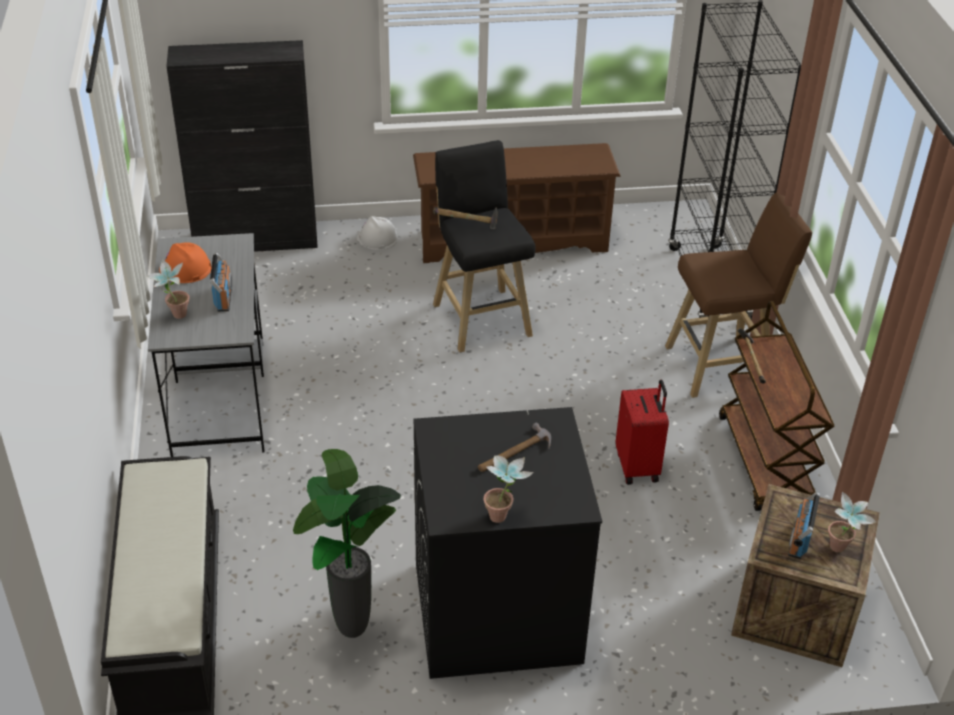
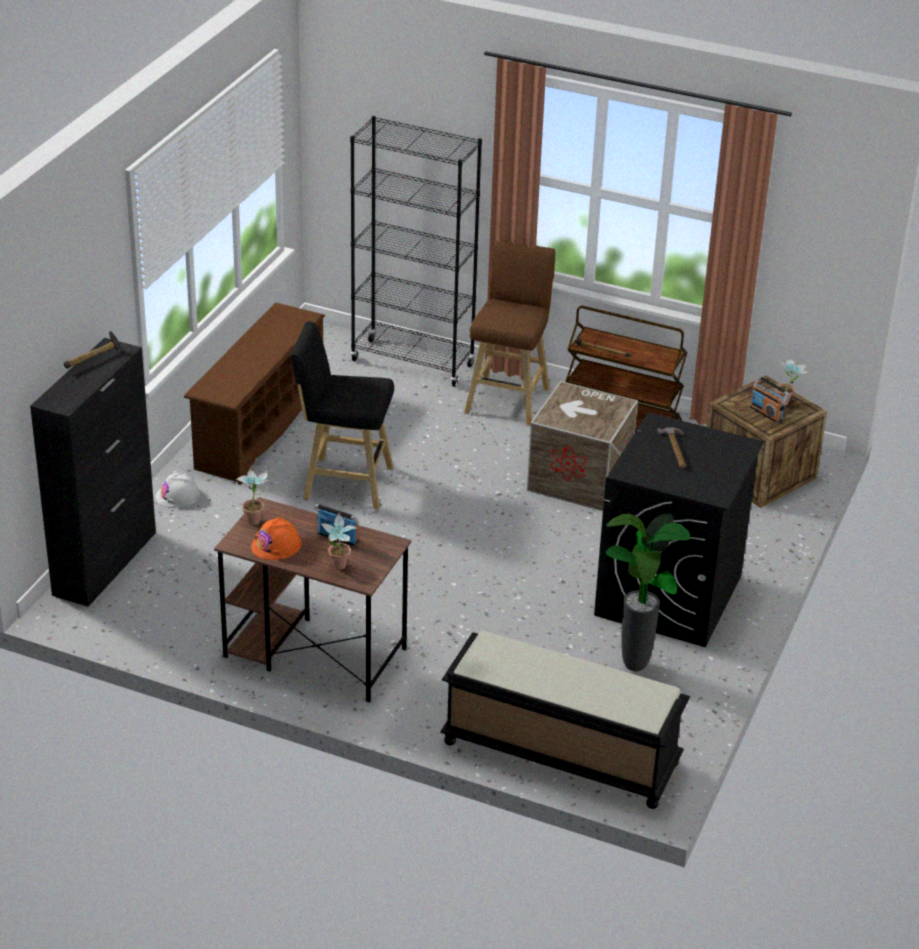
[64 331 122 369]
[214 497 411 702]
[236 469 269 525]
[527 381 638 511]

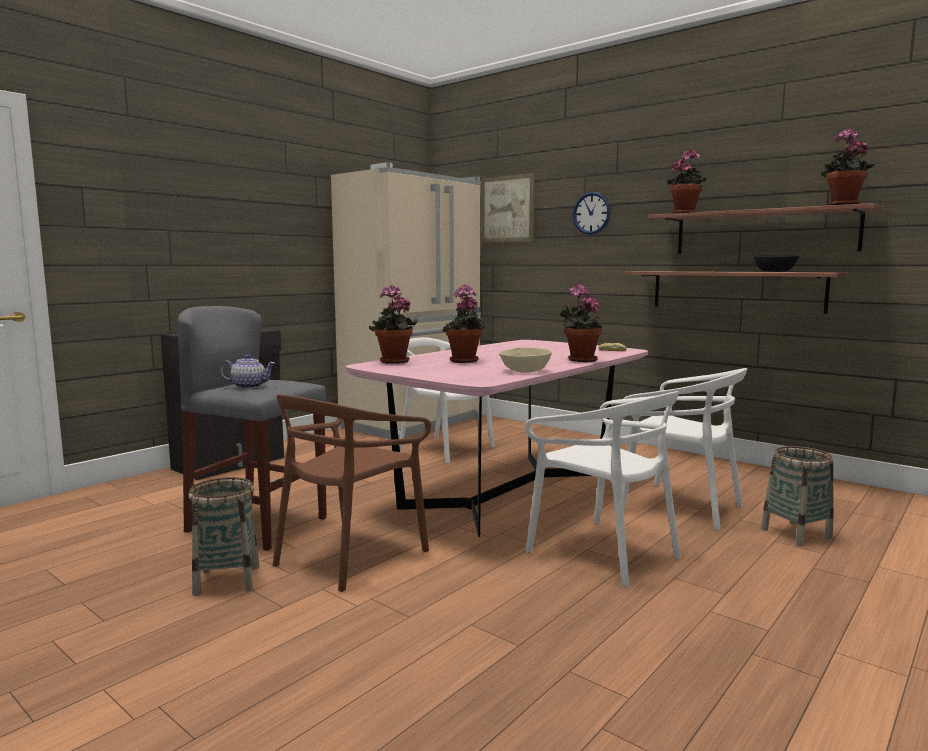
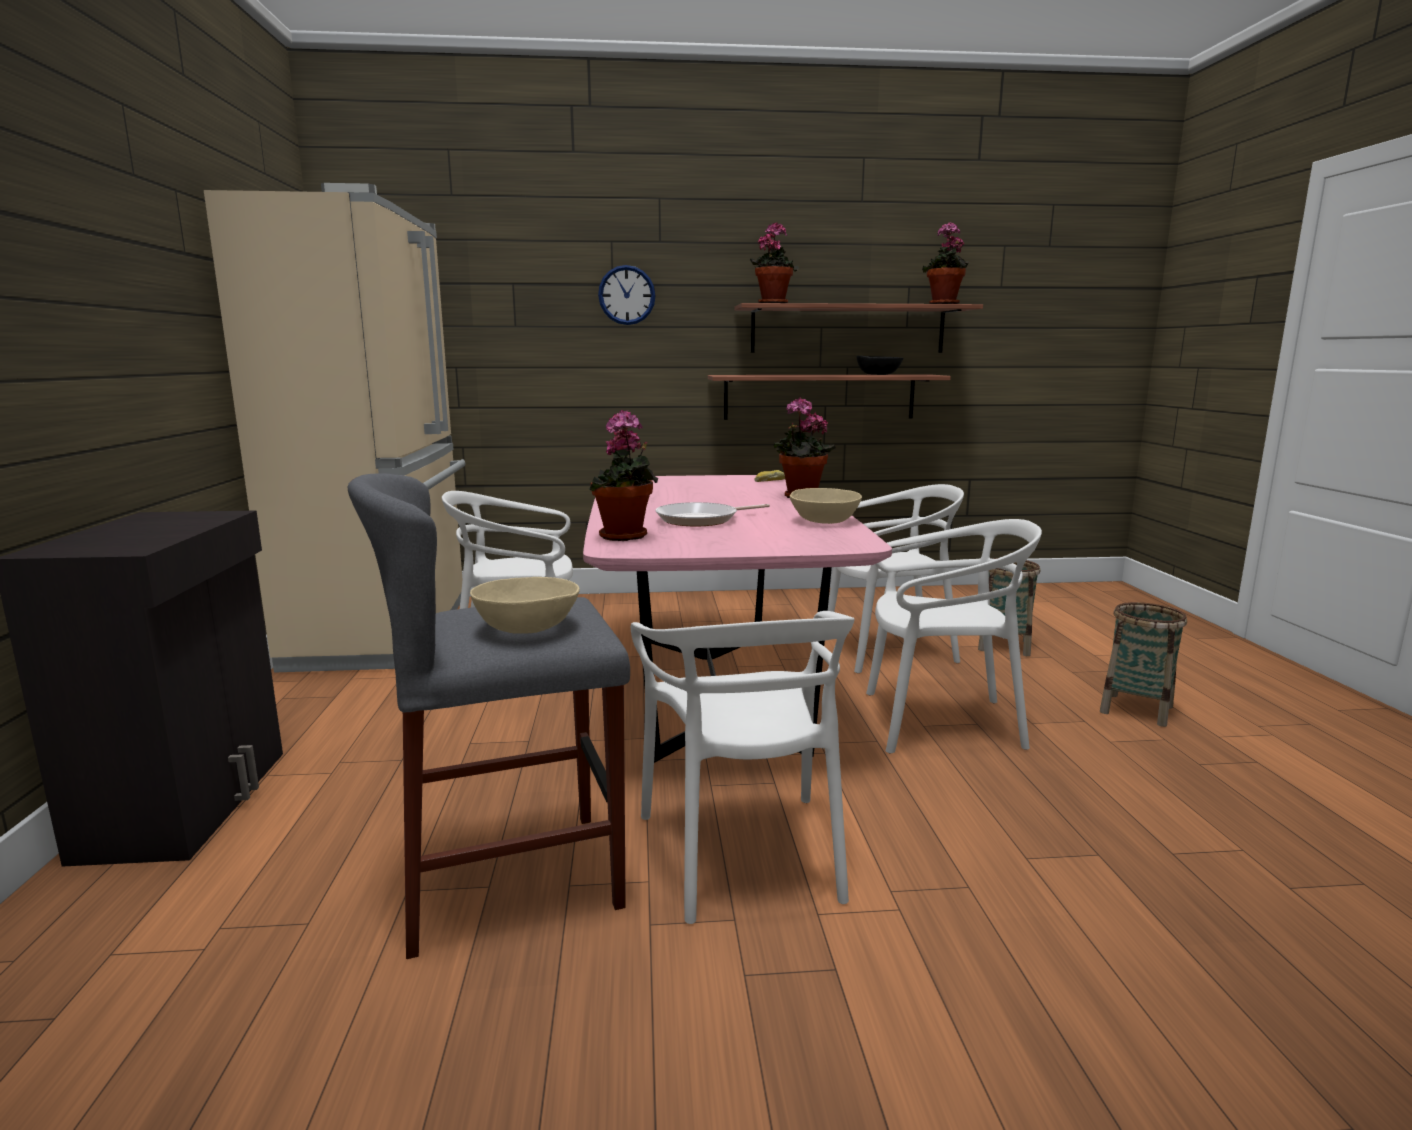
[470 577 580 633]
[631 611 855 924]
[655 502 770 526]
[1100 602 1187 727]
[481 173 535 243] (first image)

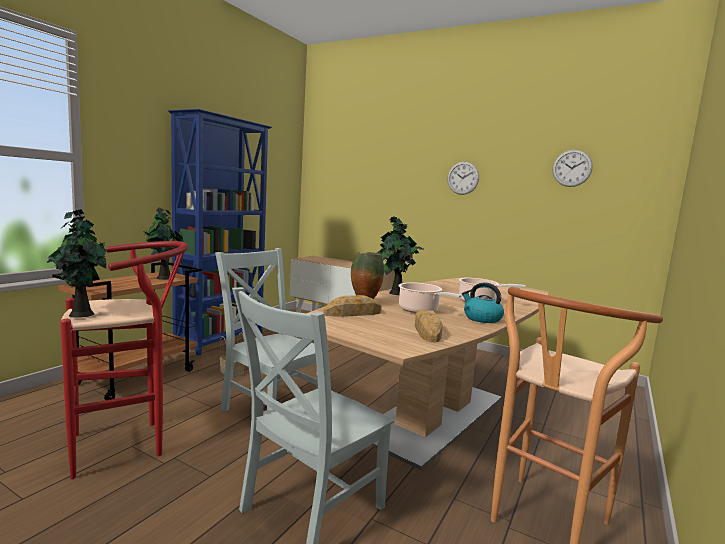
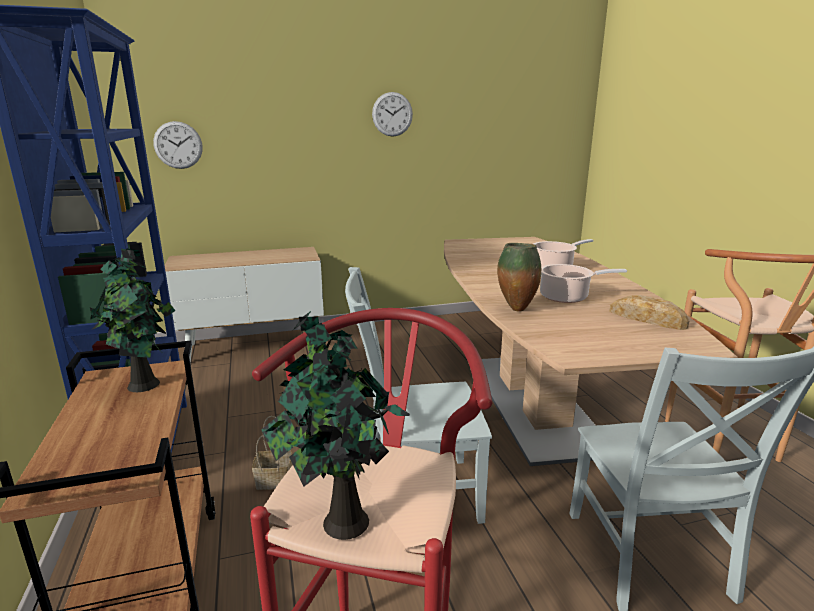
[153 121 203 169]
[324 295 382 317] (first image)
[377 217 424 295] (first image)
[462 282 504 323] (first image)

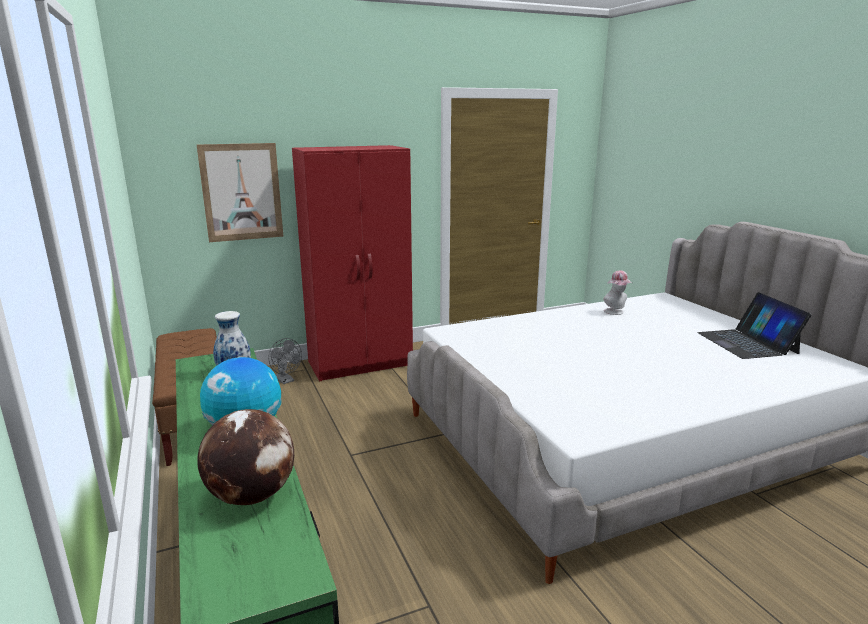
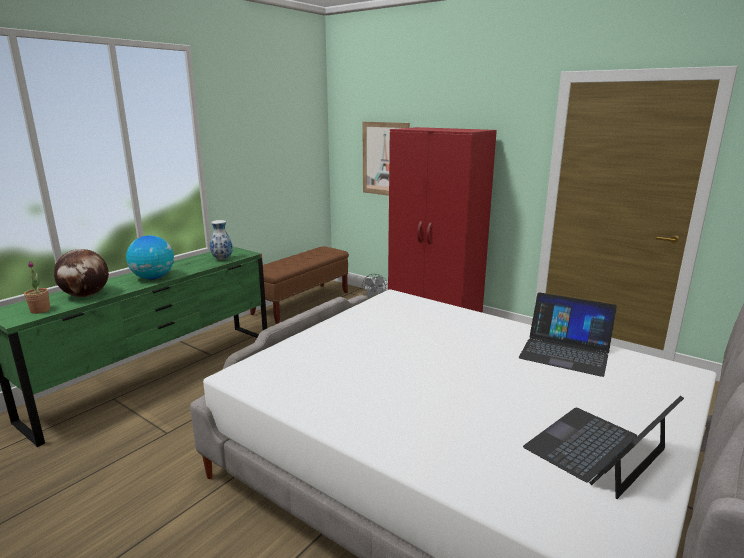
[24 261 50 314]
[519 292 617 377]

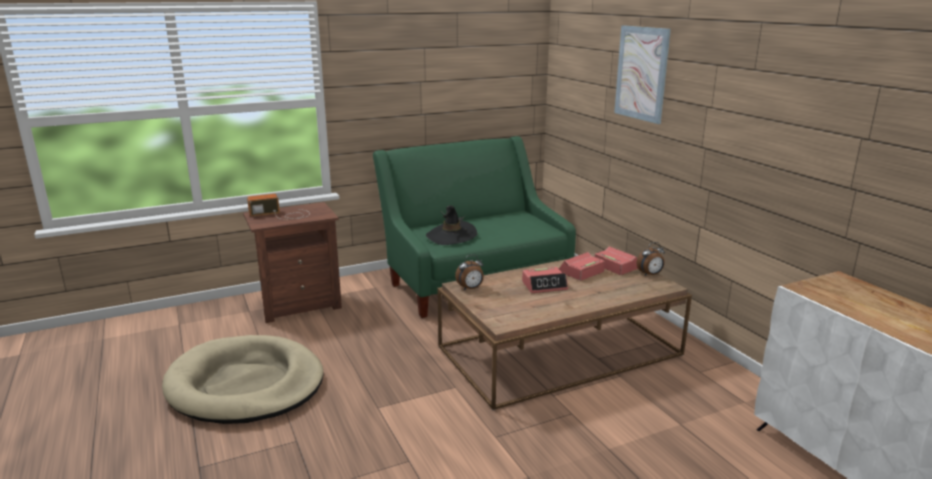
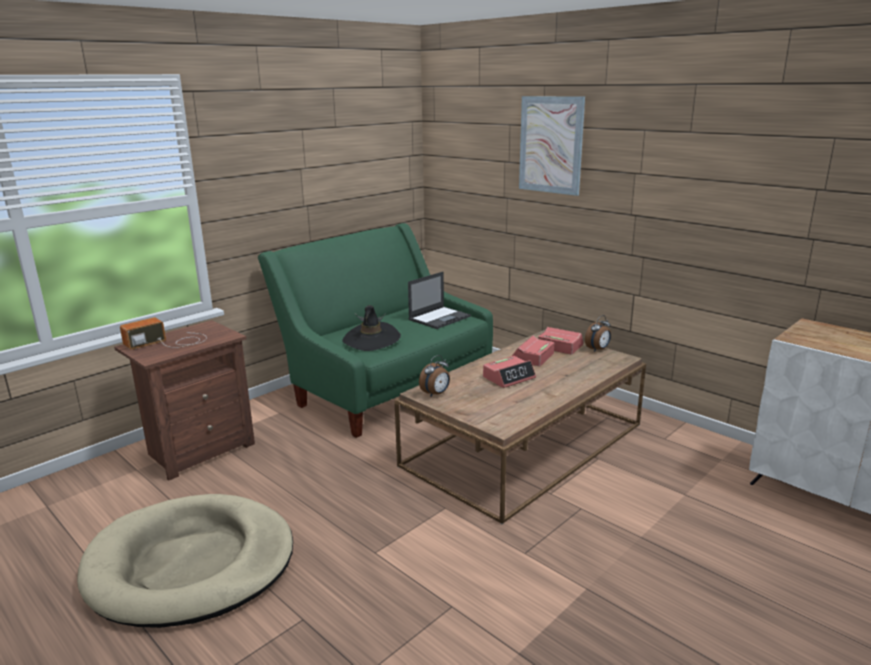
[408 272 471 329]

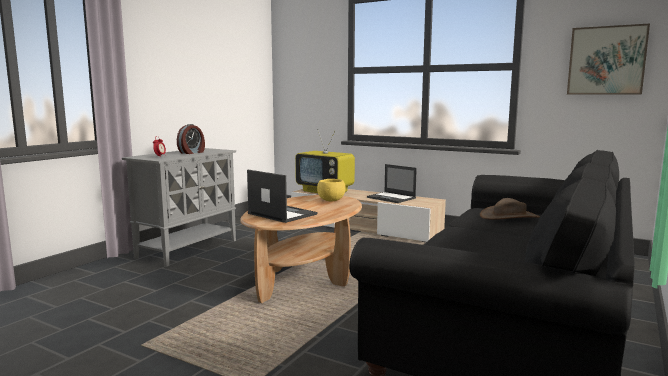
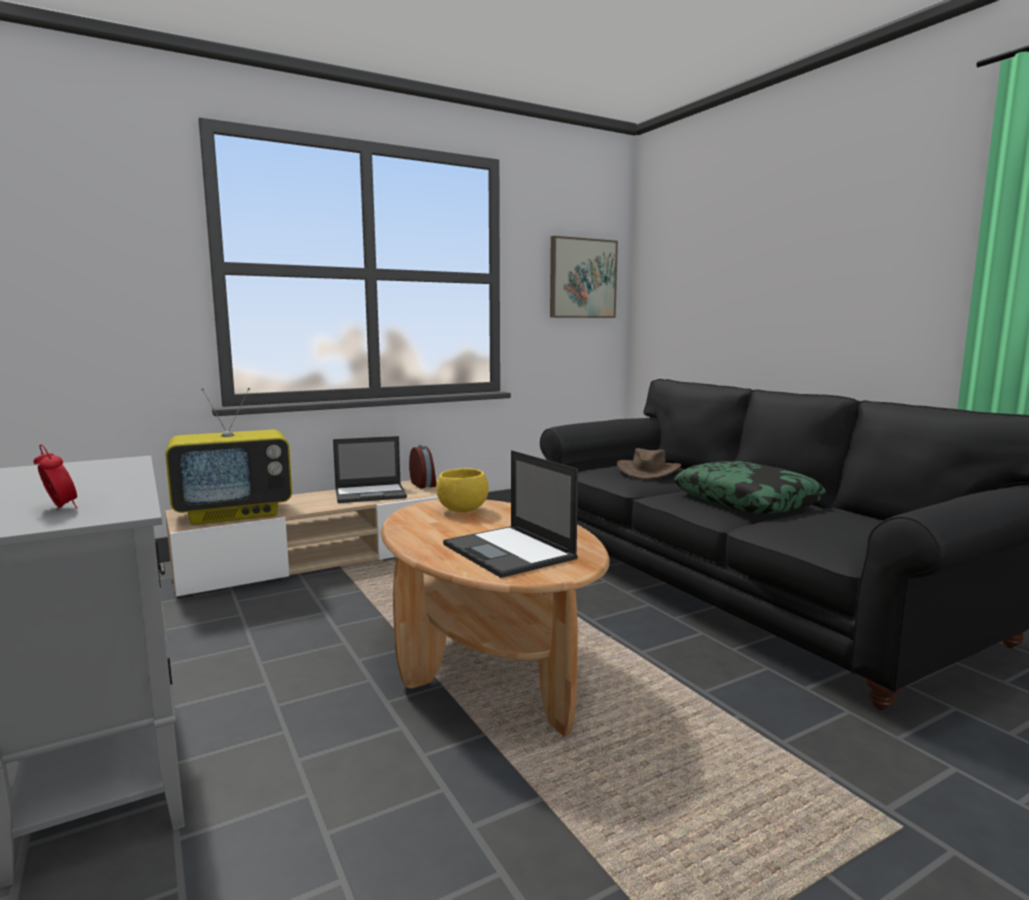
[409 445 436 488]
[443 450 578 578]
[674 461 826 514]

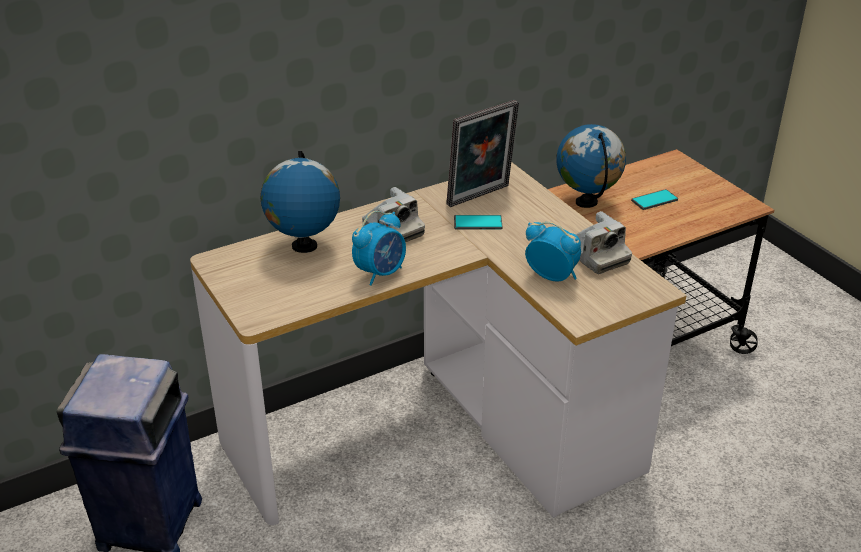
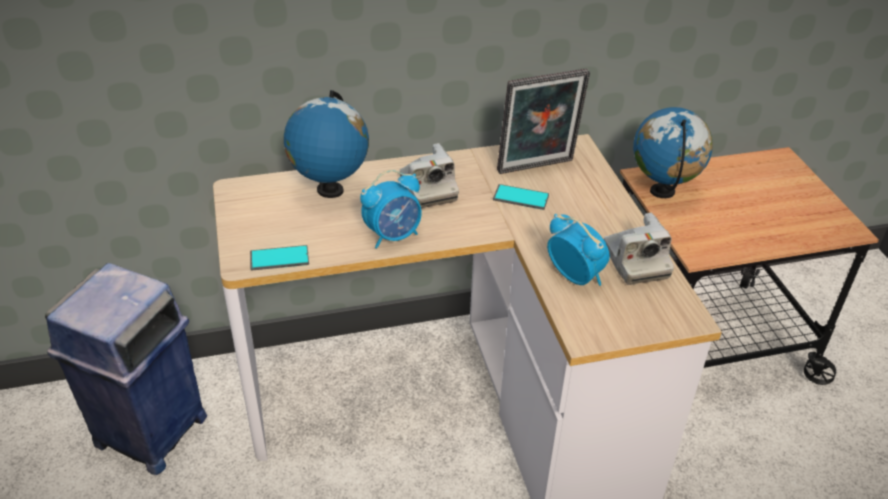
[250 245 309 270]

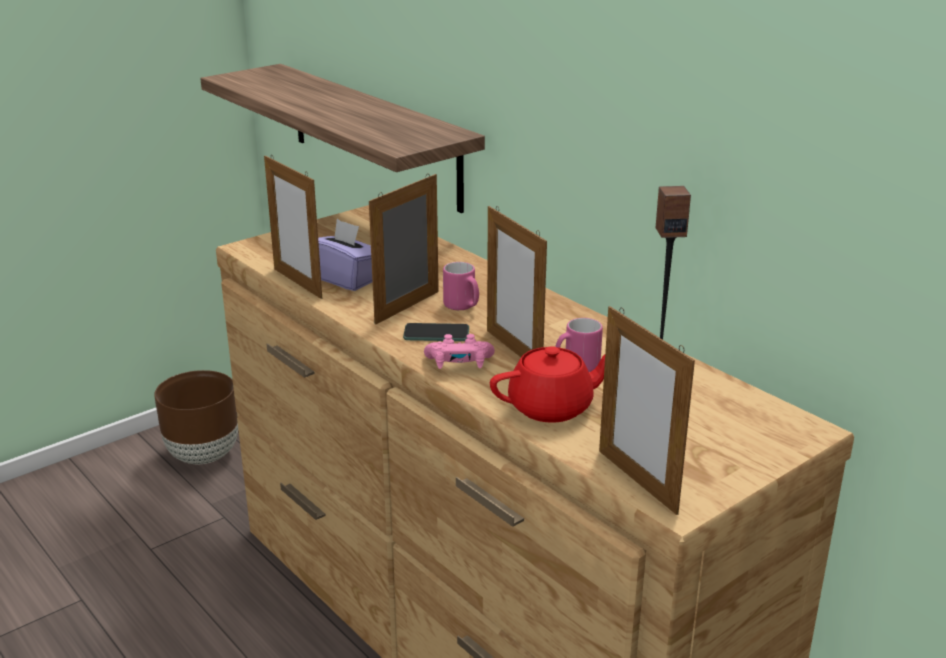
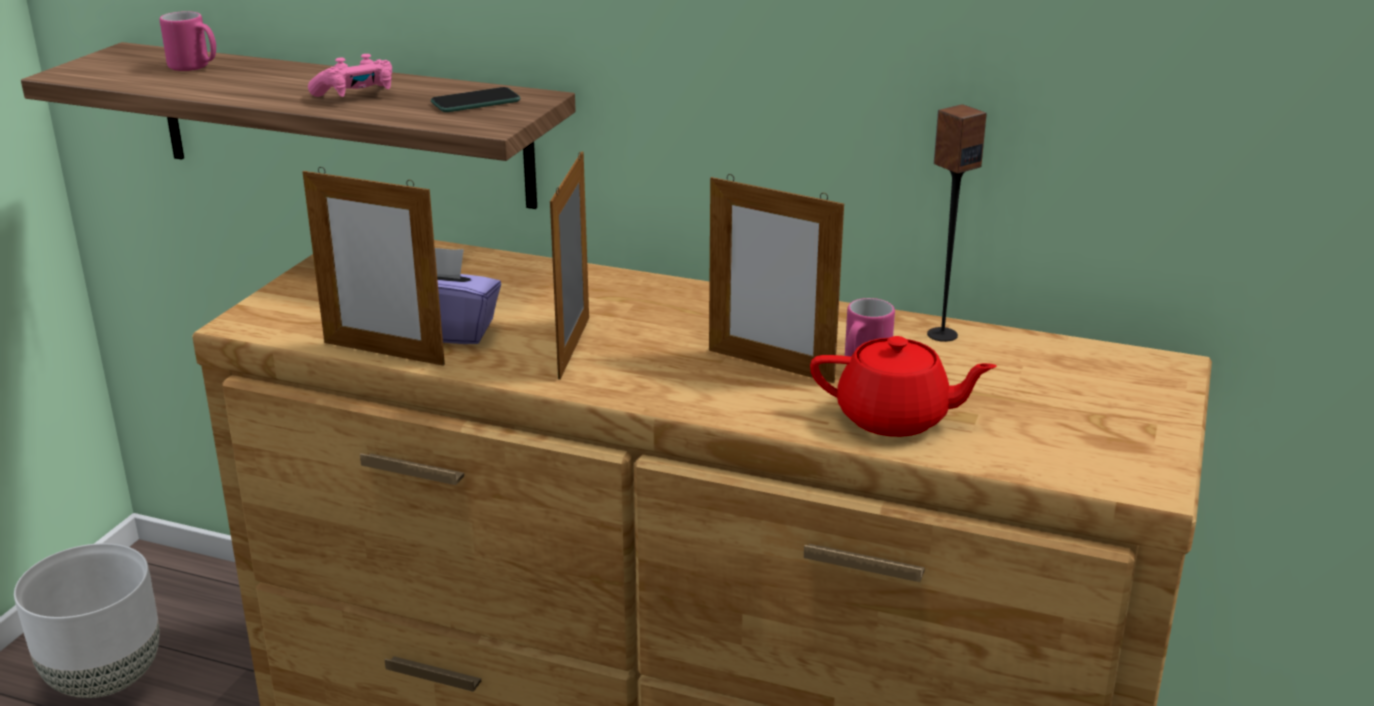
[14 543 160 698]
[160 11 216 71]
[308 54 392 97]
[431 87 520 112]
[810 336 997 437]
[599 306 695 515] (first image)

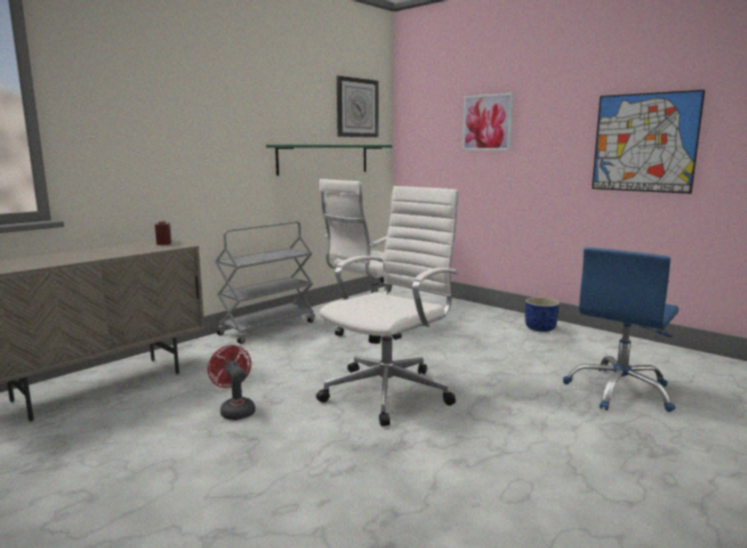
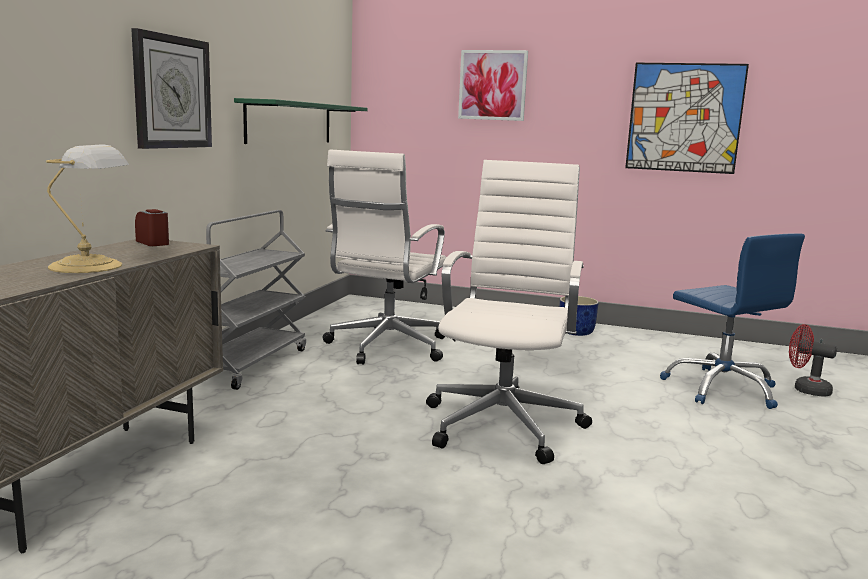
[46 144 129 273]
[131 28 212 149]
[660 233 805 409]
[789 324 837 397]

